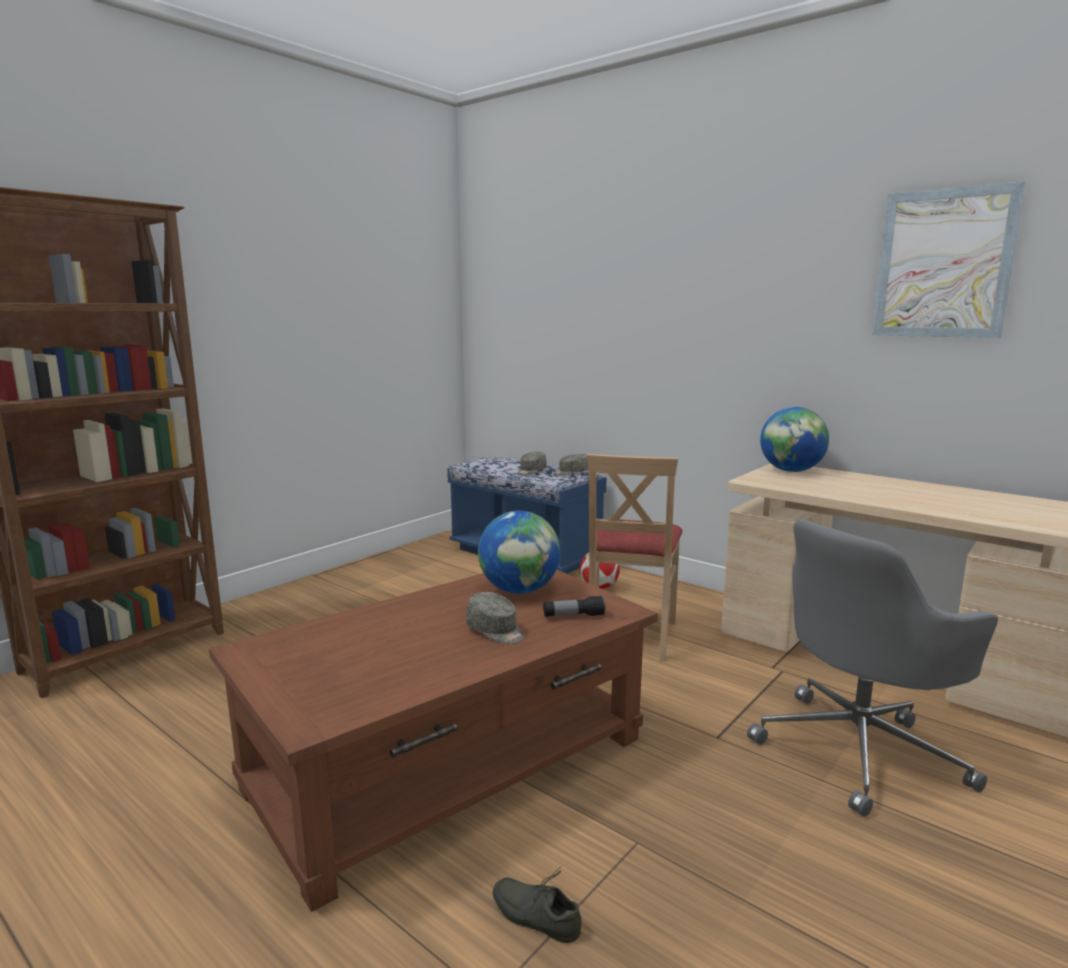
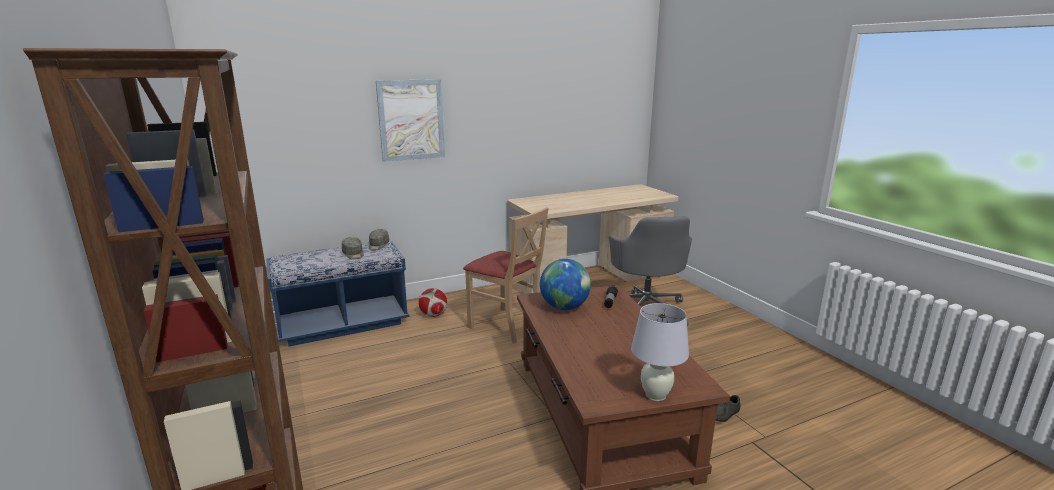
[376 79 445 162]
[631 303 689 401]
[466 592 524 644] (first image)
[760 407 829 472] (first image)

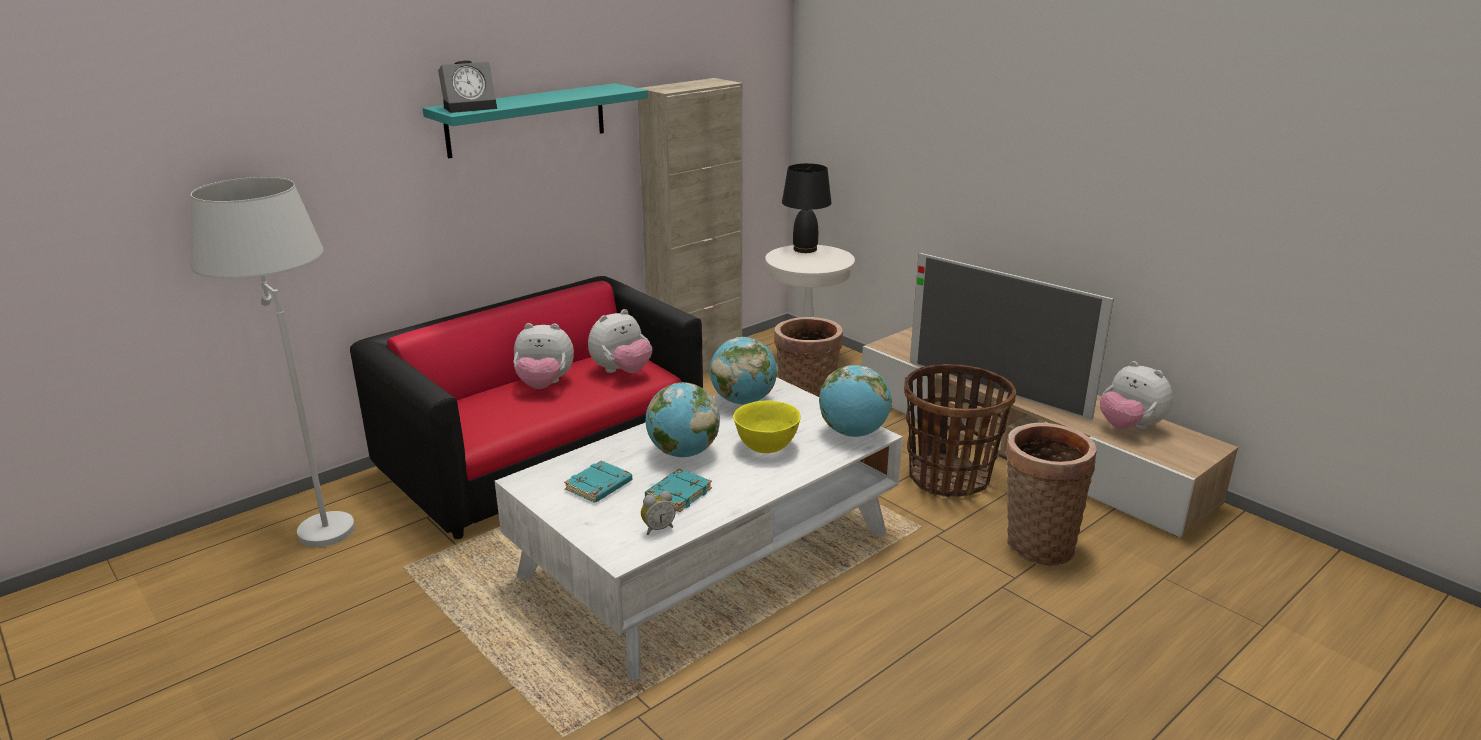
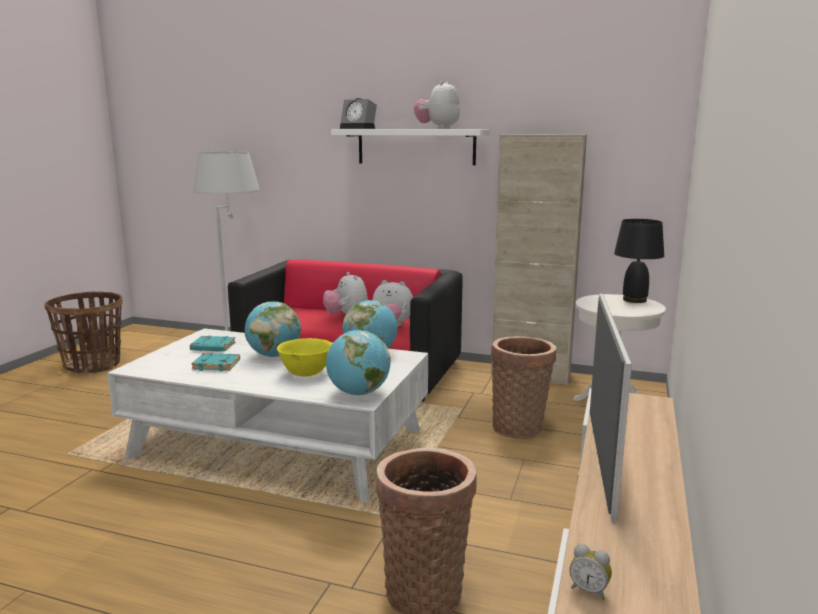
[44 291 123 374]
[331 129 490 165]
[414 81 460 129]
[569 544 612 600]

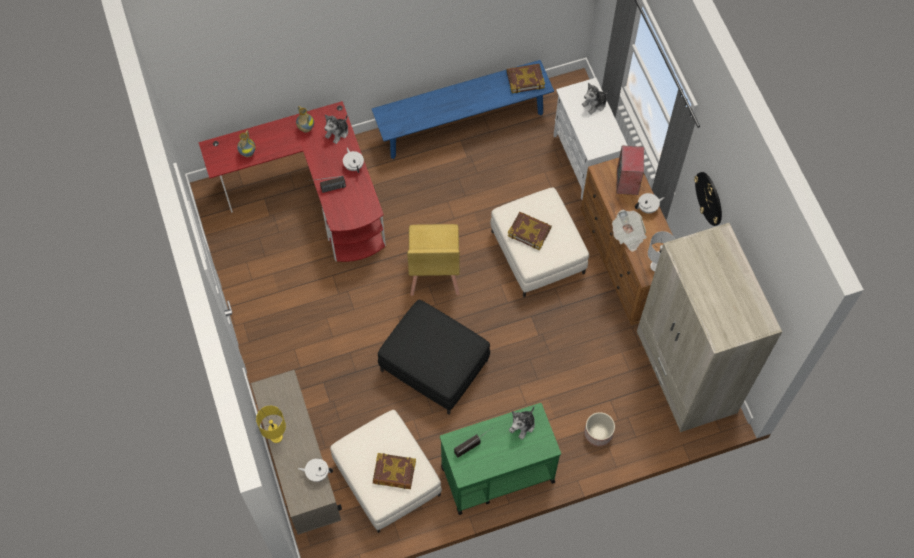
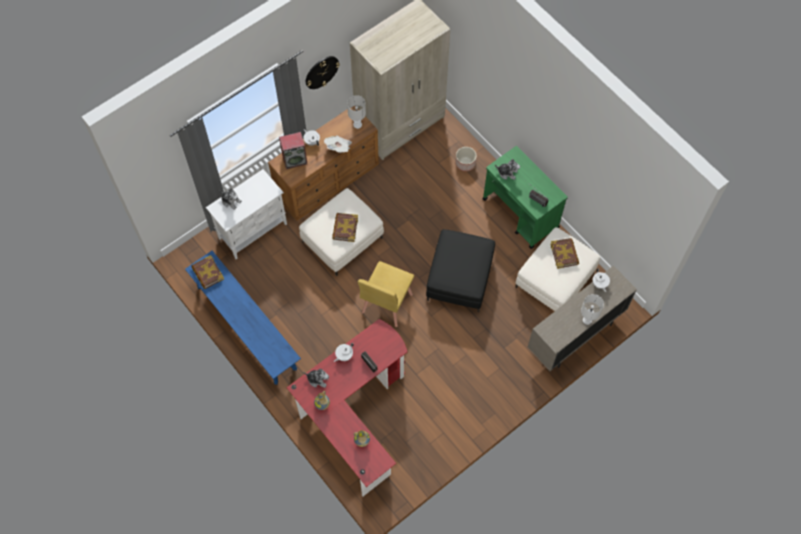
[358 261 414 327]
[581 294 604 325]

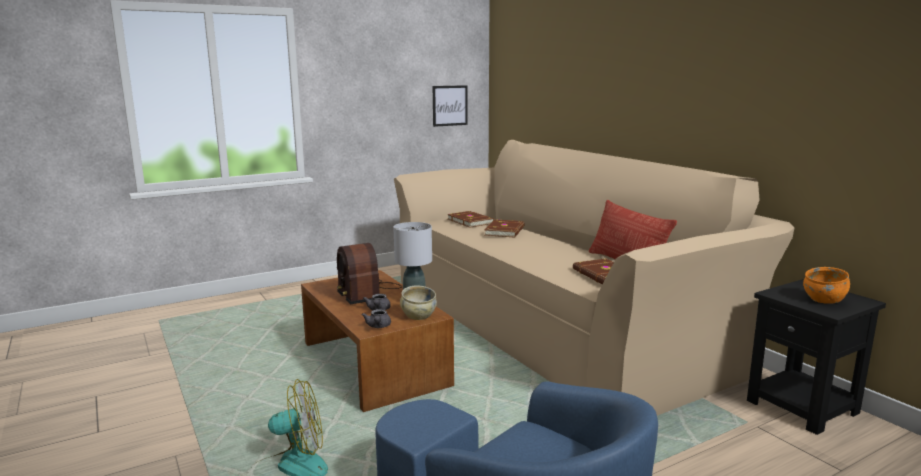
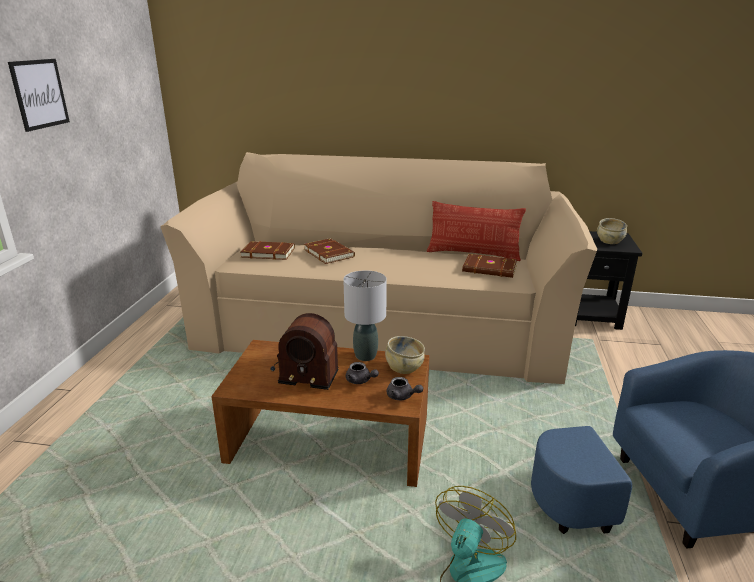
[8 59 70 132]
[597 218 627 244]

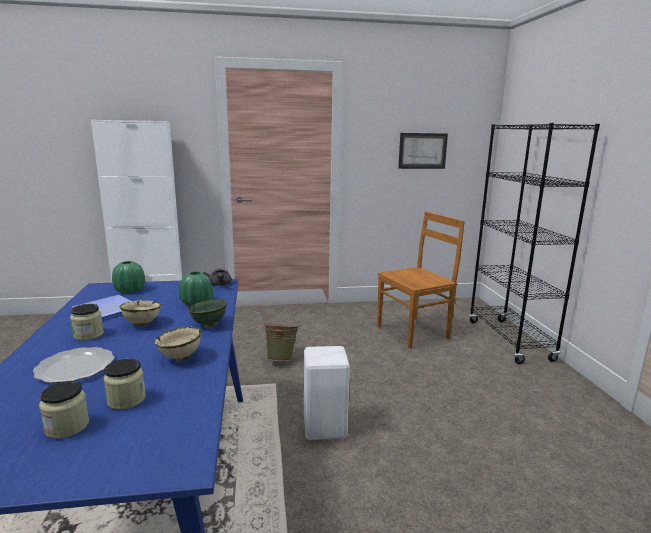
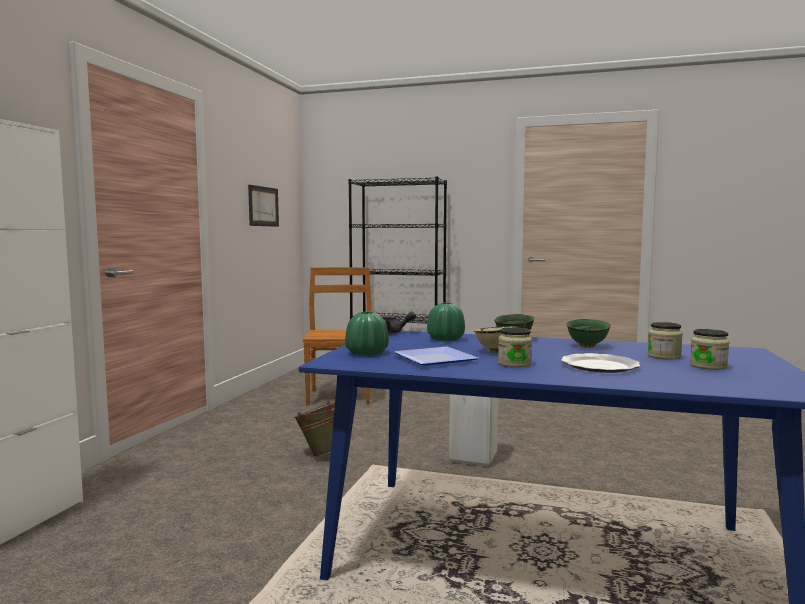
[566 319 611 348]

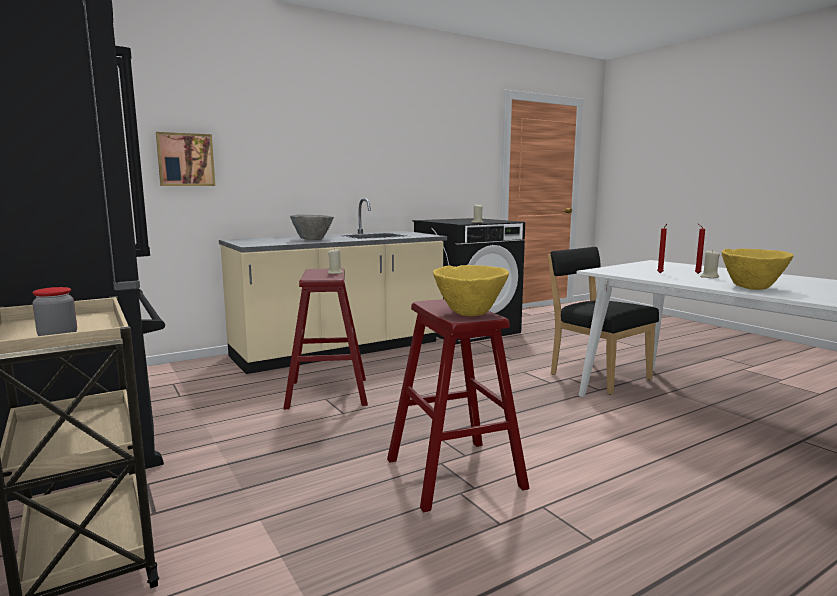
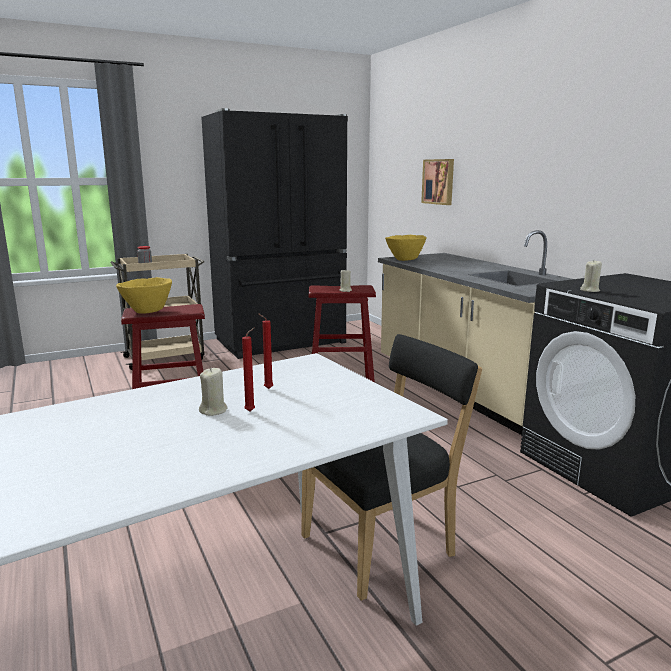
[385 235 427 261]
[290 214 334 240] (first image)

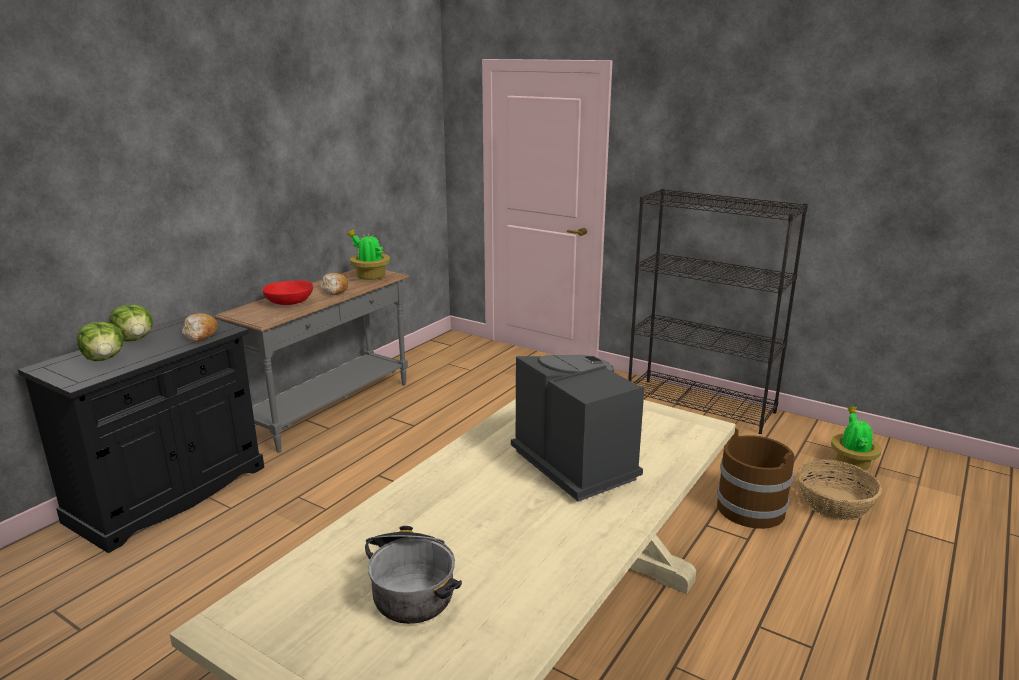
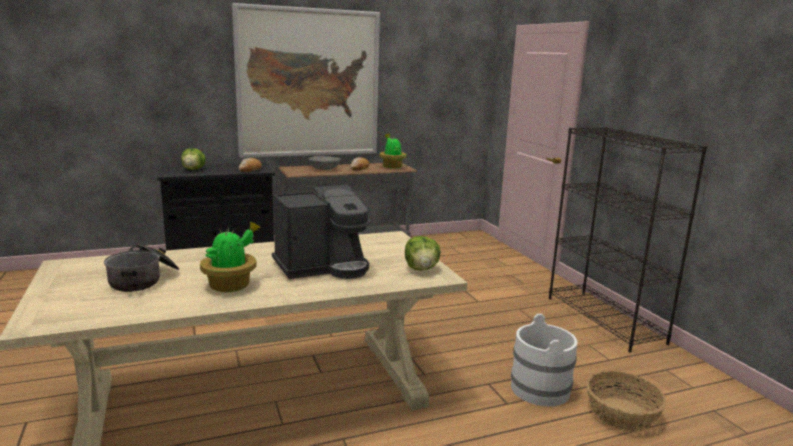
[200 222 261 292]
[232 3 380 158]
[272 185 370 279]
[308 156 341 170]
[405 236 441 271]
[511 314 577 406]

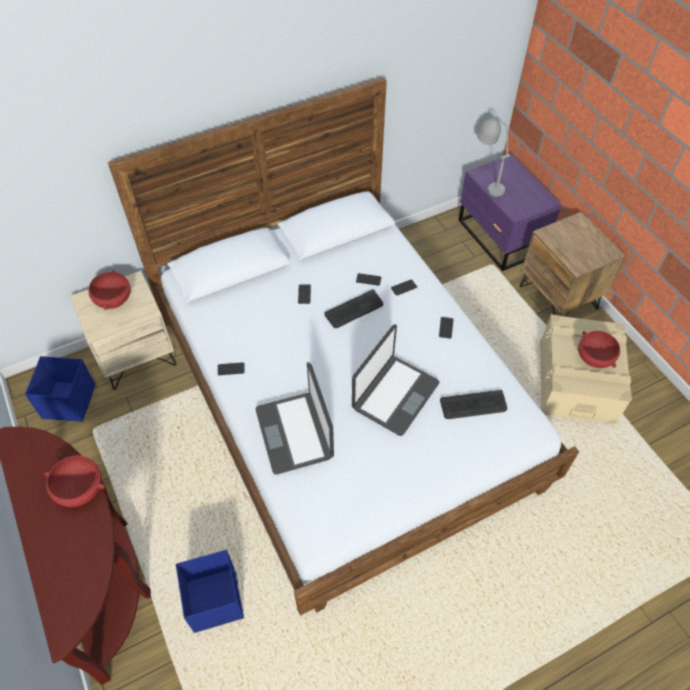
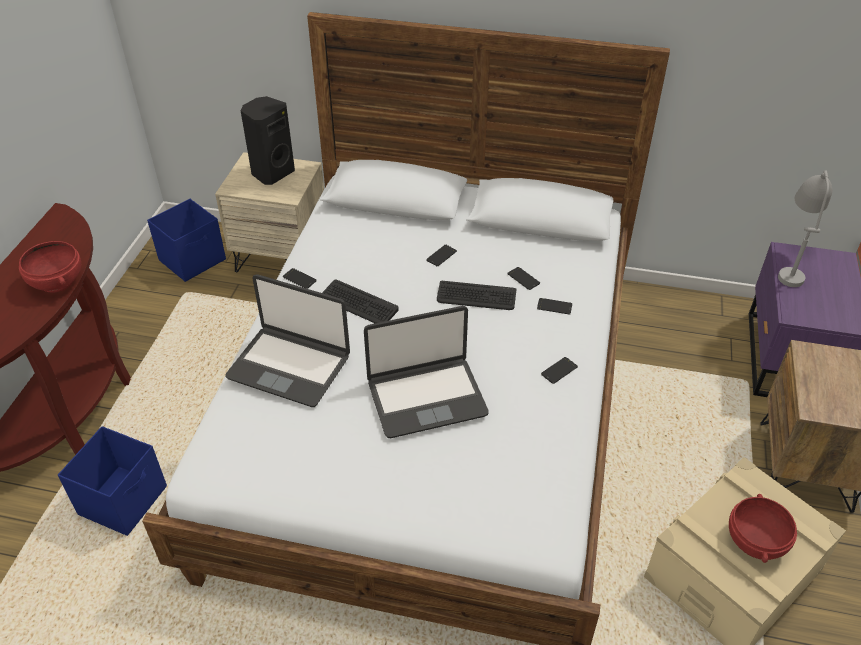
[225 274 350 407]
[240 96 295 185]
[322 279 399 323]

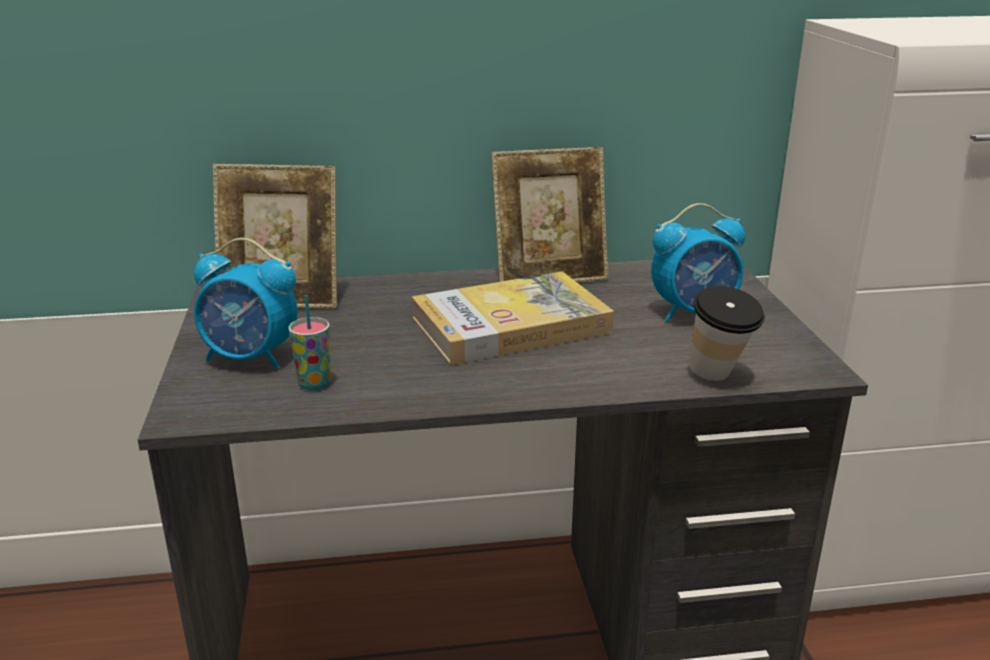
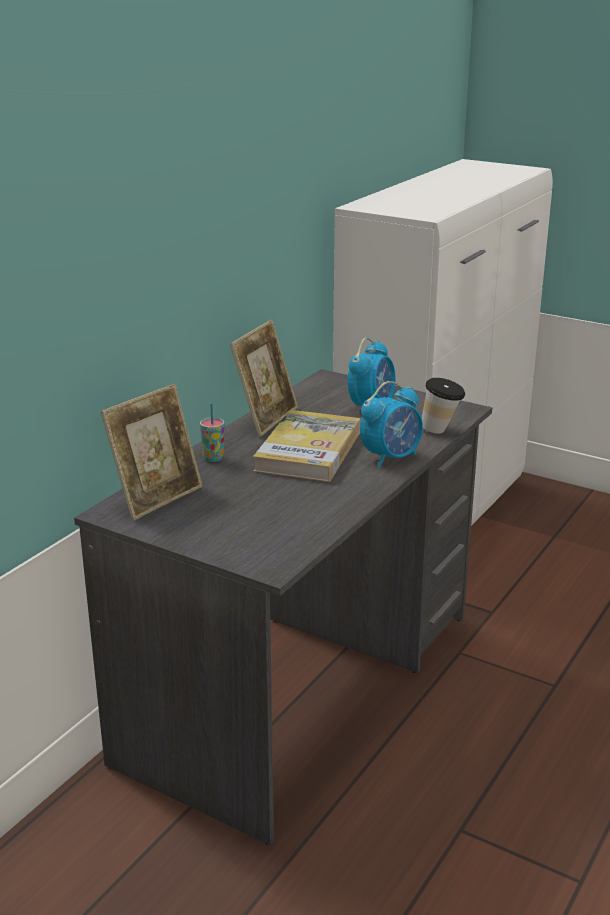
[200 404 224 462]
[360 381 423 468]

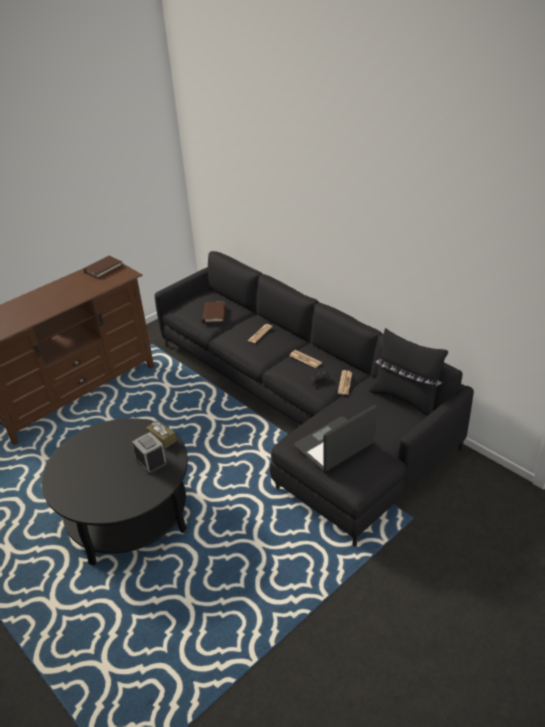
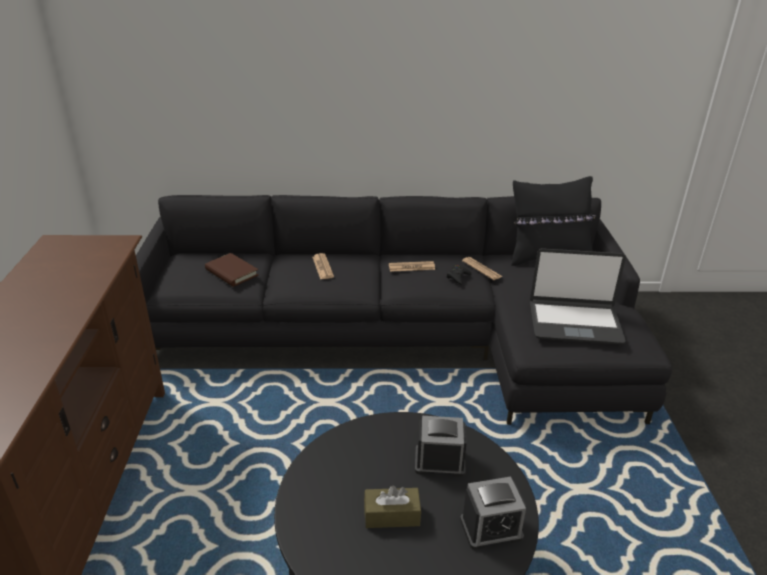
[364 485 421 528]
[460 477 526 550]
[530 248 626 345]
[83 256 123 279] (first image)

